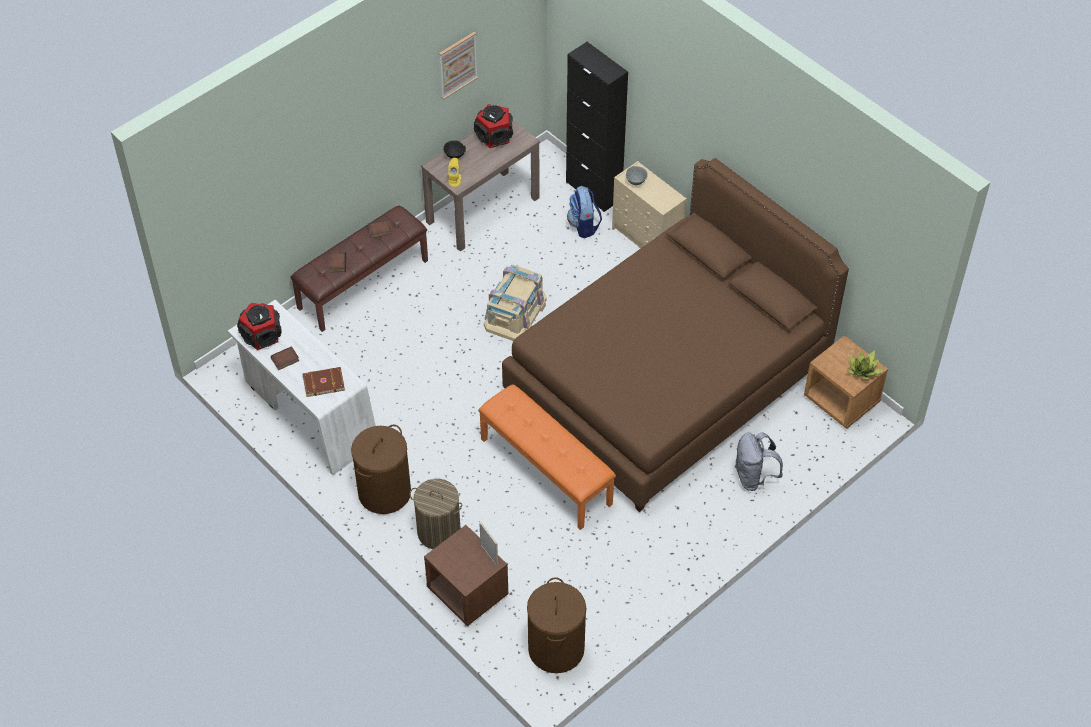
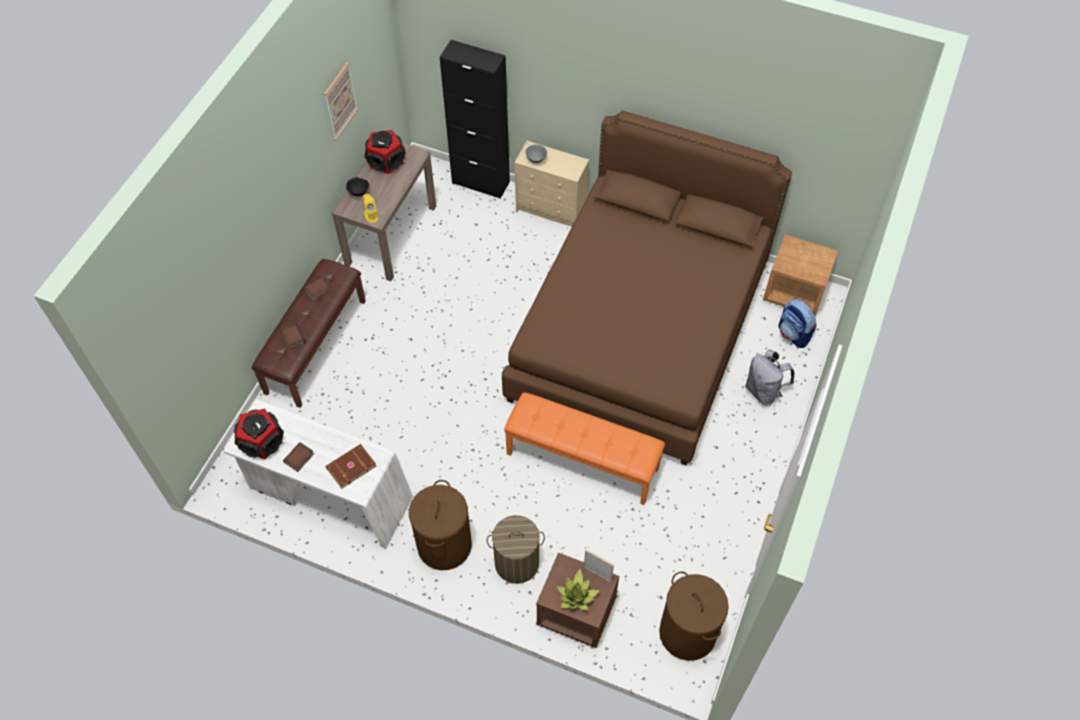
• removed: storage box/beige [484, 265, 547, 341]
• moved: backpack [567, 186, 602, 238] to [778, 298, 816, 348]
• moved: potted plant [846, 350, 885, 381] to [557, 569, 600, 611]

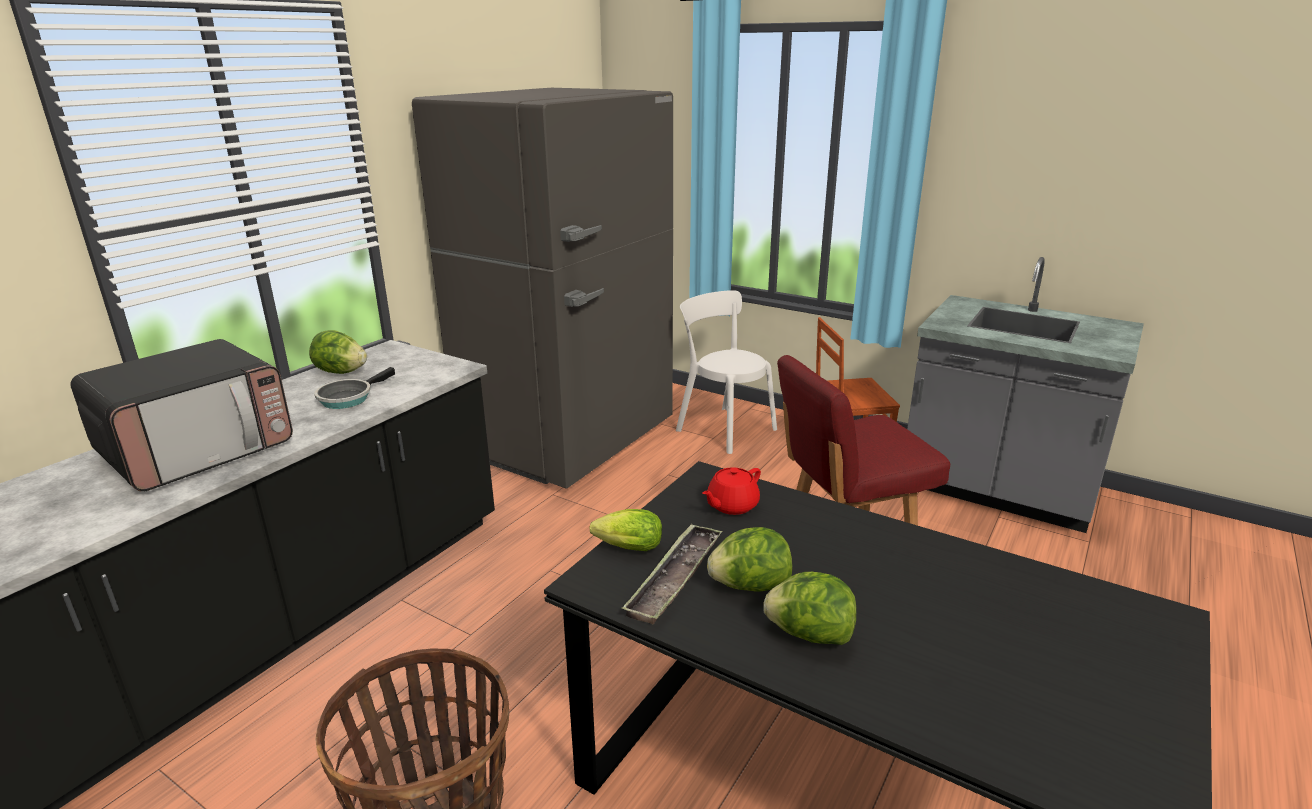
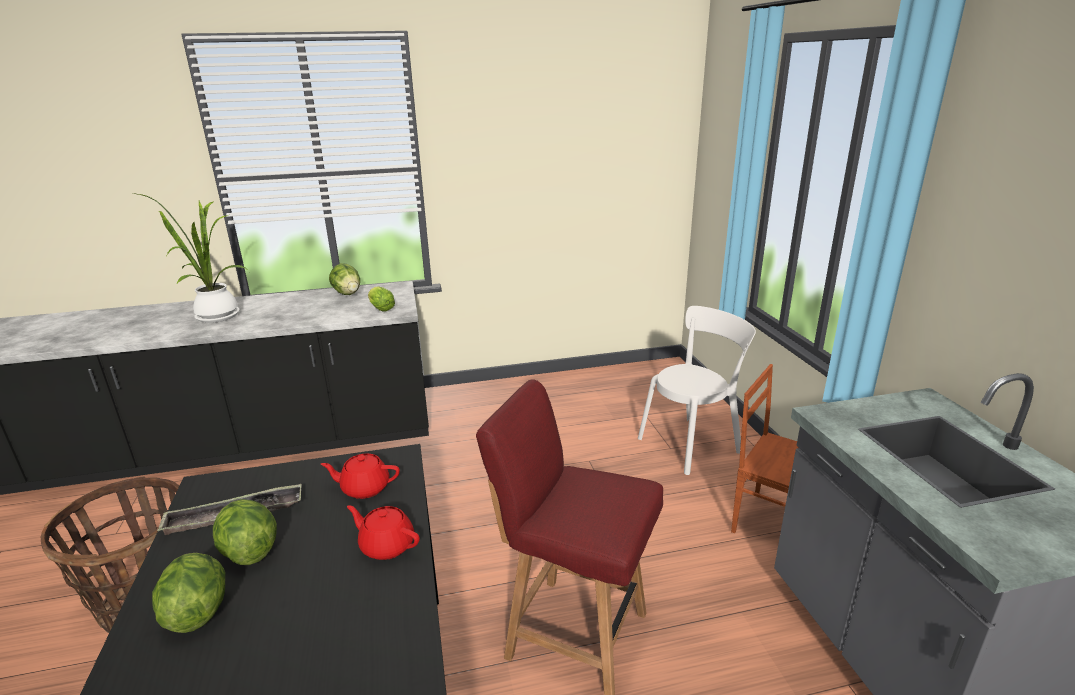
• replaced: microwave [70, 339, 293, 492] to potted plant [133, 193, 249, 323]
• removed: frying pan [314, 367, 395, 409]
• removed: fridge/grey [412, 88, 673, 489]
• moved: lettuce [589, 509, 662, 551] to [368, 286, 395, 312]
• turned: chair/white [676, 290, 777, 454] = [638, 306, 756, 475] 60 degrees clockwise
• added: teapot/red [347, 505, 419, 560]

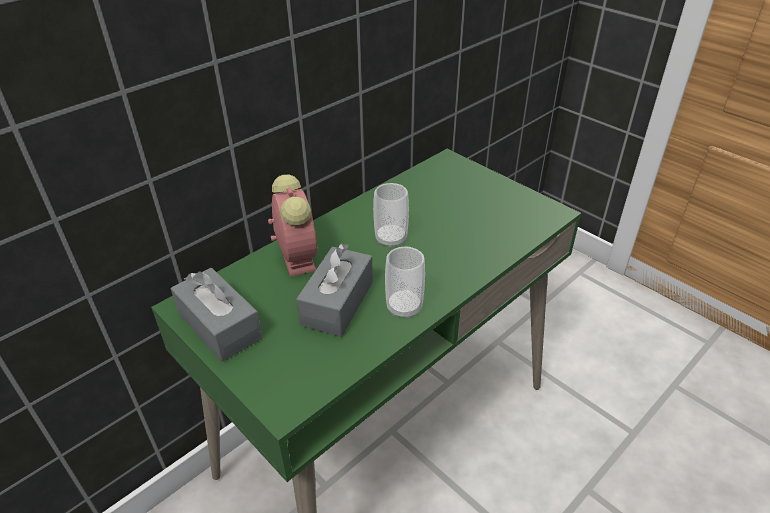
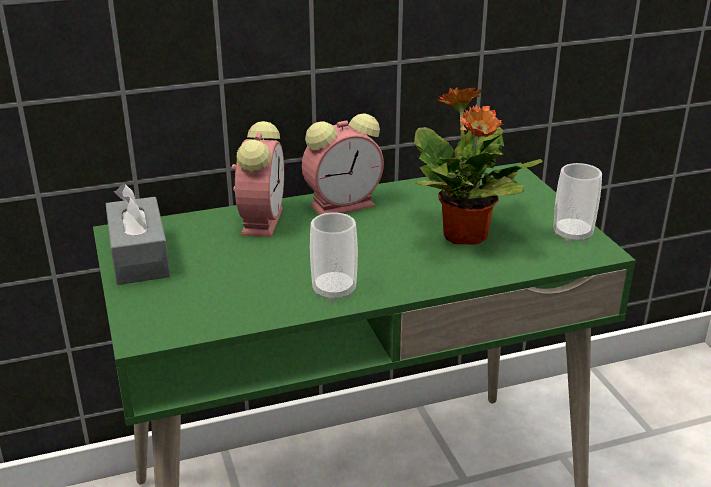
• removed: tissue box/grey [296, 243, 373, 337]
• moved: cup [373, 183, 409, 248] to [554, 163, 602, 243]
• added: alarm clock [302, 113, 384, 215]
• added: potted plant [414, 87, 543, 245]

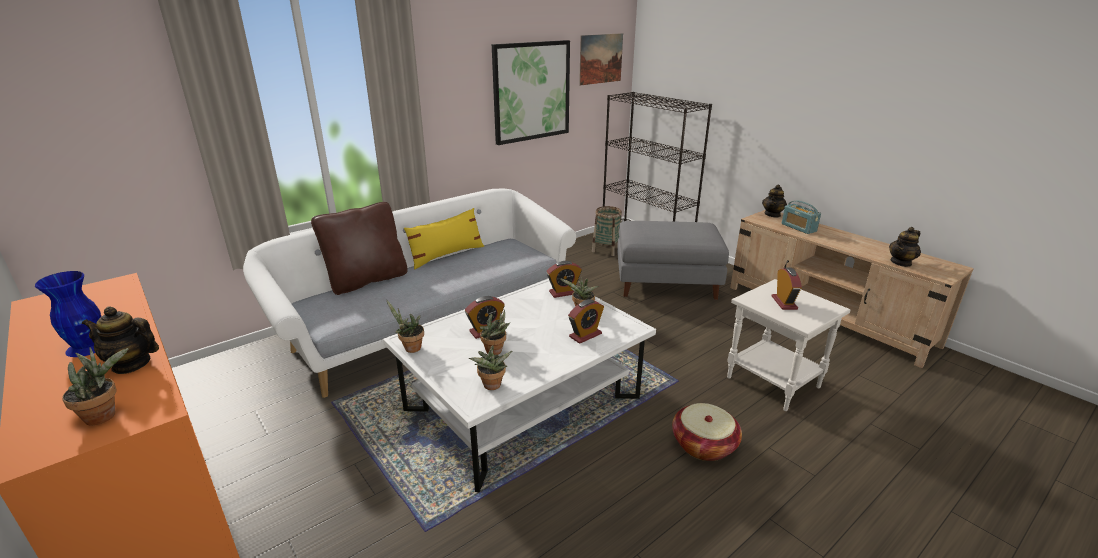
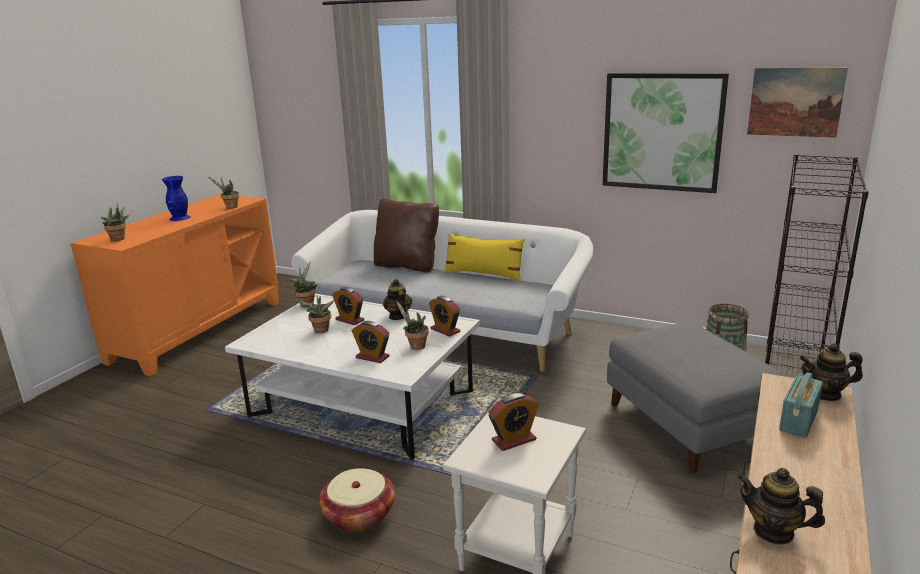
• moved: teapot [82, 306, 159, 374] to [383, 279, 412, 320]
• moved: potted plant [469, 345, 512, 390] to [208, 176, 239, 209]

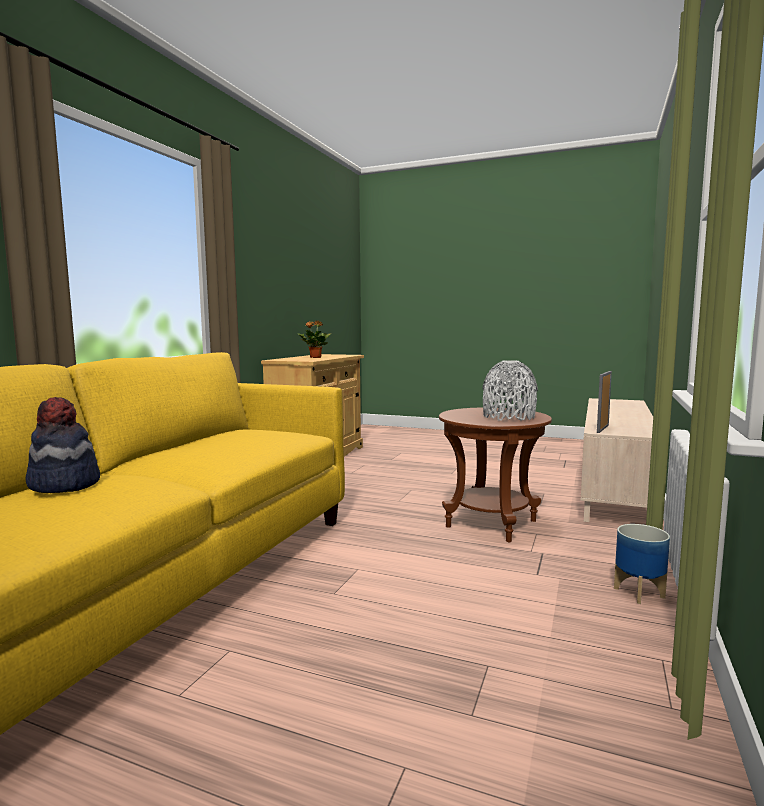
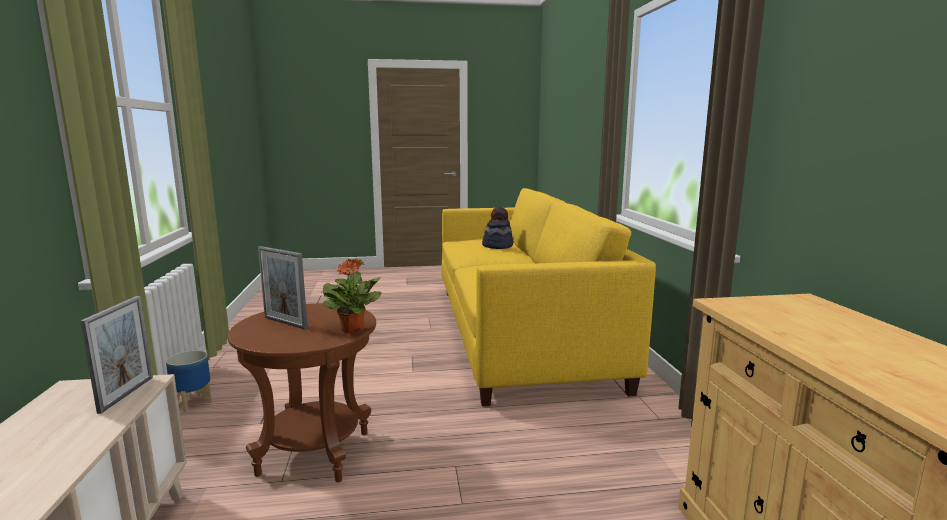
• moved: potted plant [297, 320, 332, 358] to [322, 258, 382, 333]
• replaced: vase/grey [482, 360, 538, 420] to picture frame [258, 246, 308, 330]

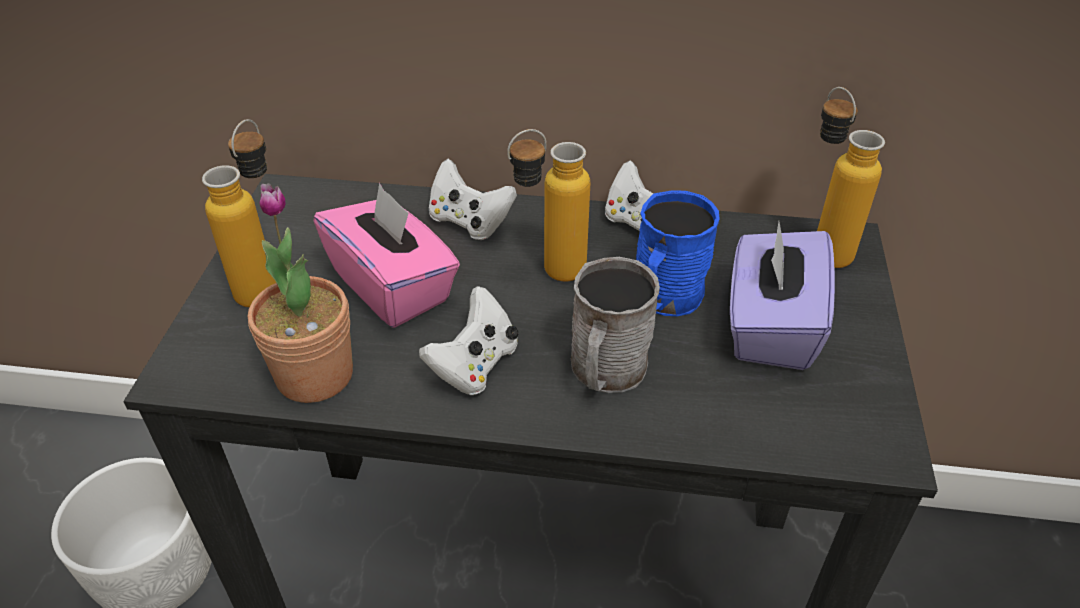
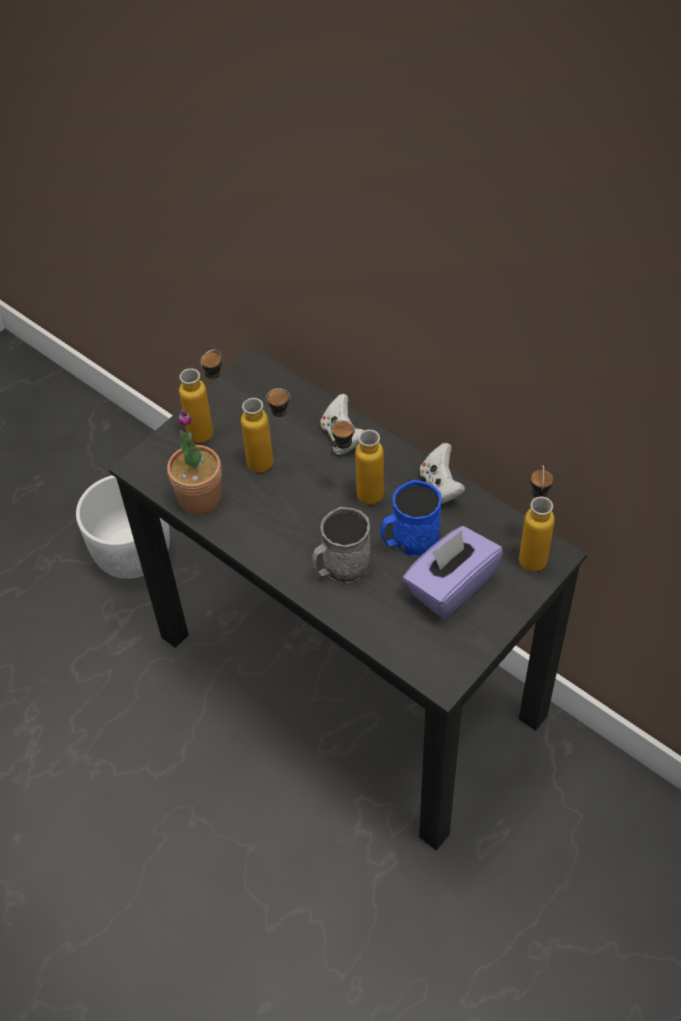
• replaced: tissue box/pink [314, 183, 460, 328] to bottle [241, 388, 290, 473]
• removed: game controller/white [419, 286, 519, 395]

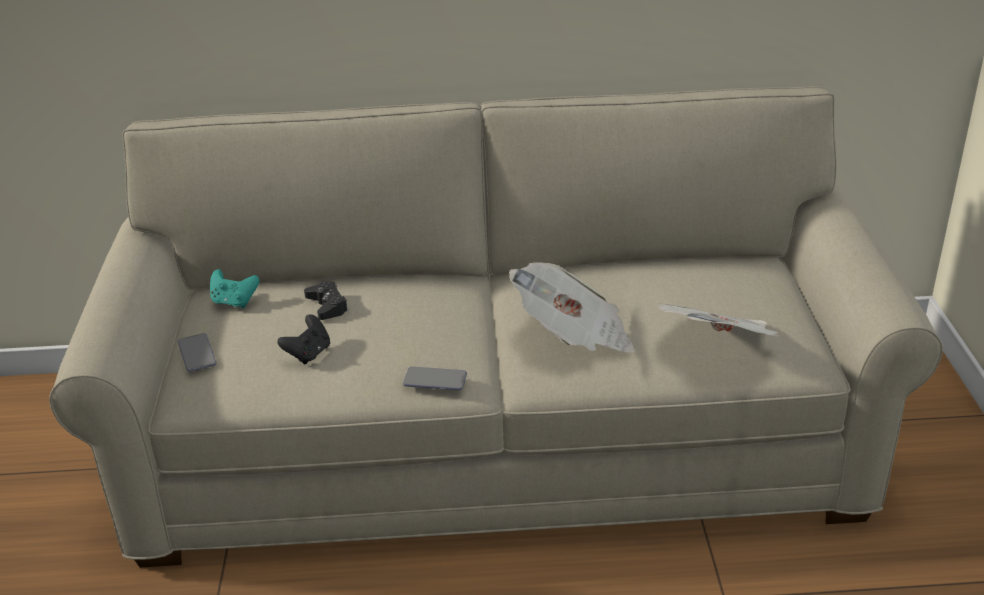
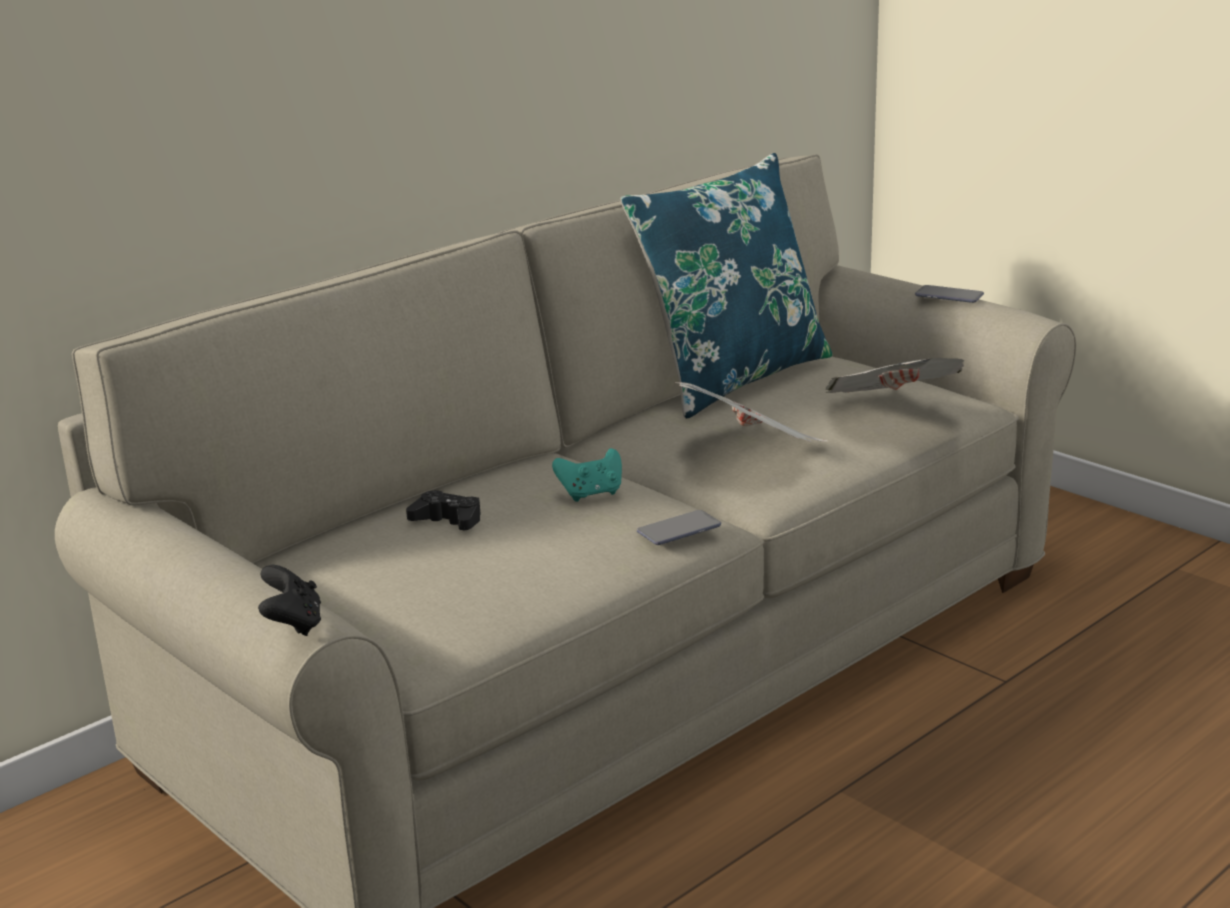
• moved: phone [178, 333, 216, 372] to [915, 285, 984, 303]
• moved: game controller/turquoise [210, 269, 259, 308] to [552, 448, 622, 502]
• moved: game controller/black [277, 314, 330, 364] to [258, 565, 321, 636]
• added: pillow/blue [620, 153, 832, 419]

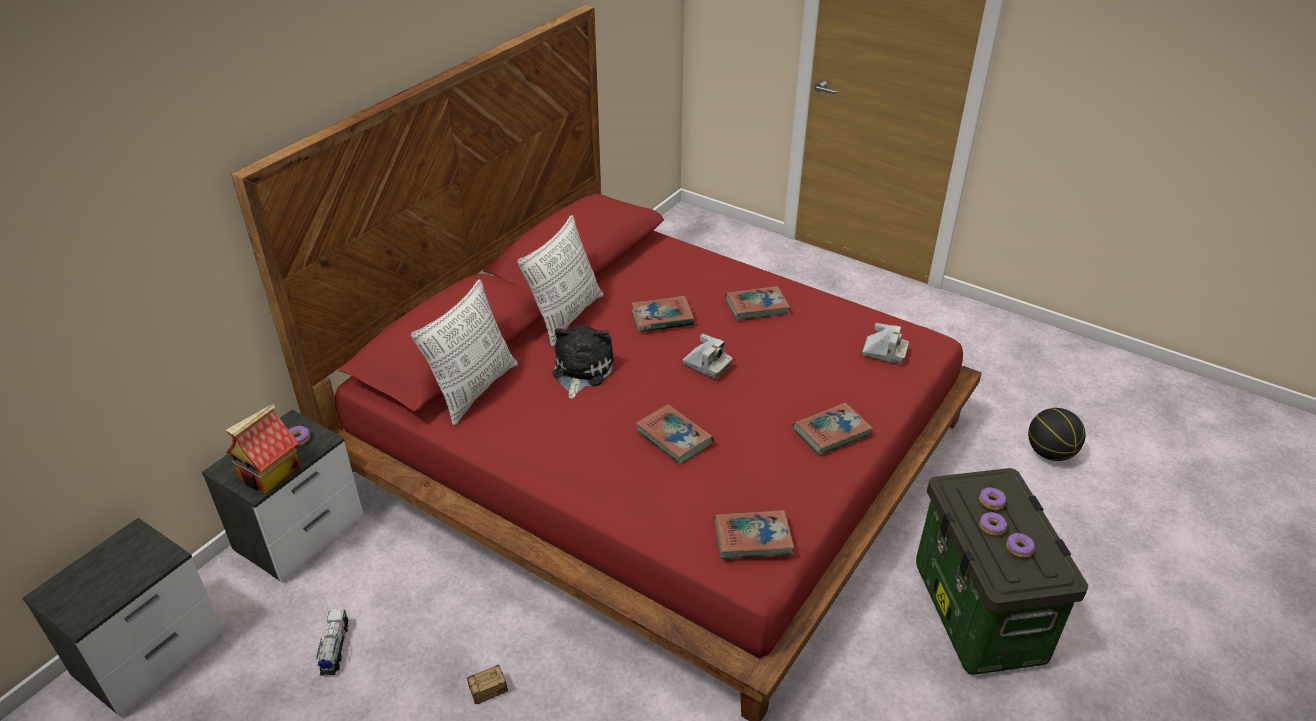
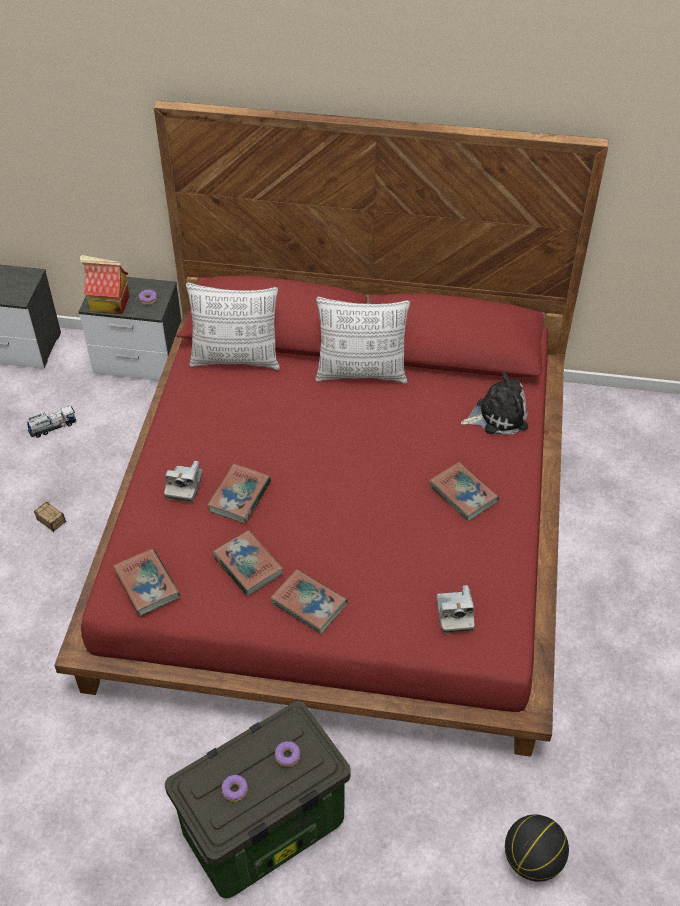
• moved: plush toy [552, 325, 614, 399] to [461, 371, 528, 435]
• moved: book [632, 295, 694, 332] to [213, 530, 283, 596]
• moved: photo camera [683, 334, 733, 379] to [164, 461, 202, 502]
• removed: donut [980, 512, 1007, 536]

